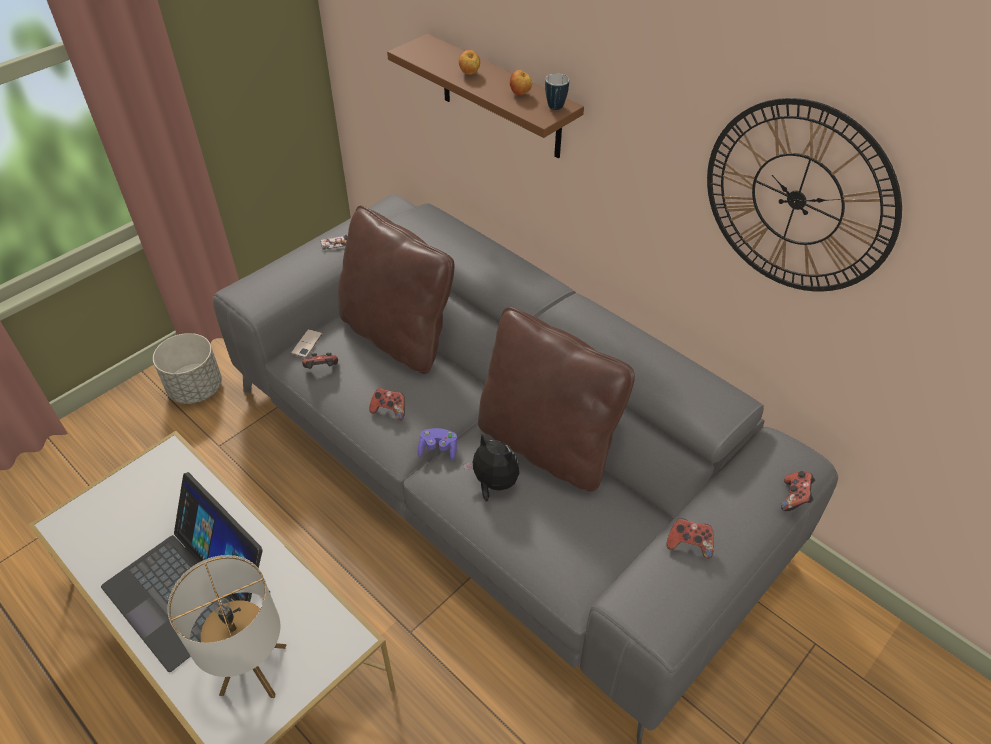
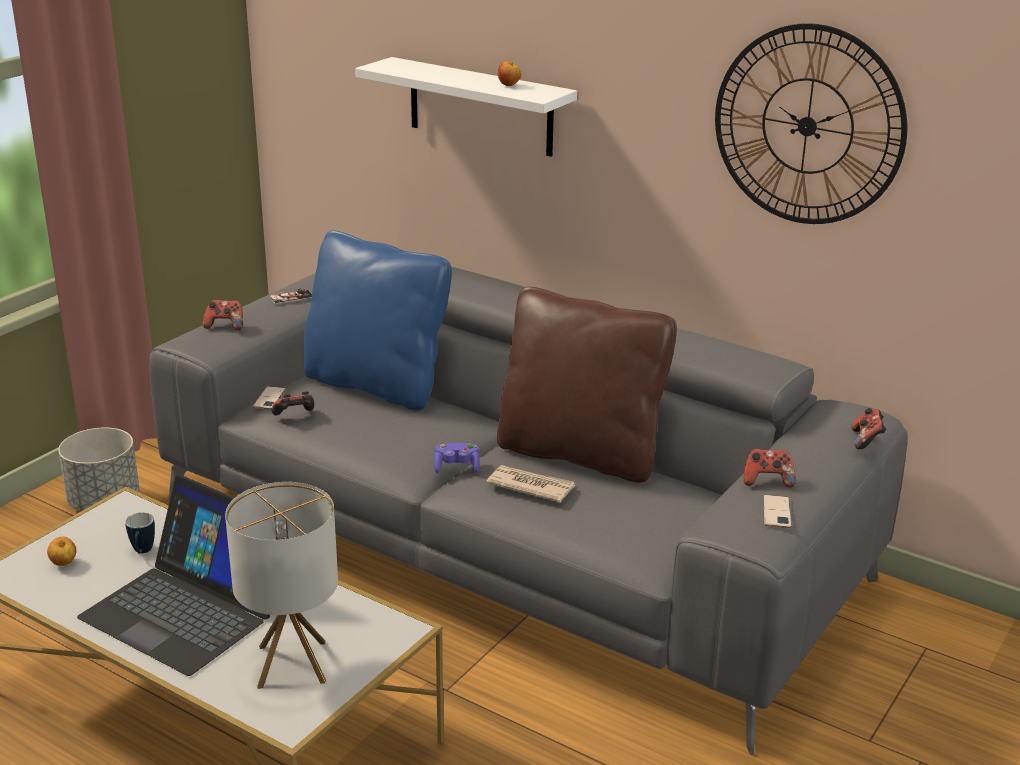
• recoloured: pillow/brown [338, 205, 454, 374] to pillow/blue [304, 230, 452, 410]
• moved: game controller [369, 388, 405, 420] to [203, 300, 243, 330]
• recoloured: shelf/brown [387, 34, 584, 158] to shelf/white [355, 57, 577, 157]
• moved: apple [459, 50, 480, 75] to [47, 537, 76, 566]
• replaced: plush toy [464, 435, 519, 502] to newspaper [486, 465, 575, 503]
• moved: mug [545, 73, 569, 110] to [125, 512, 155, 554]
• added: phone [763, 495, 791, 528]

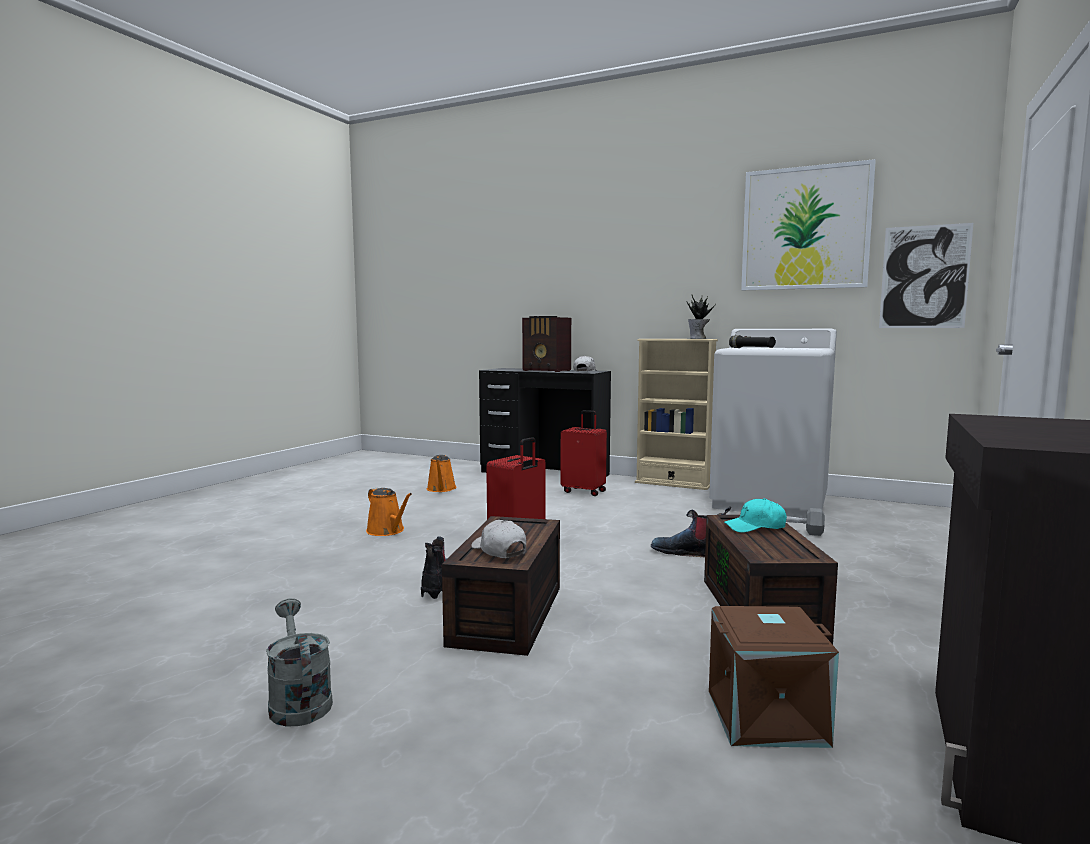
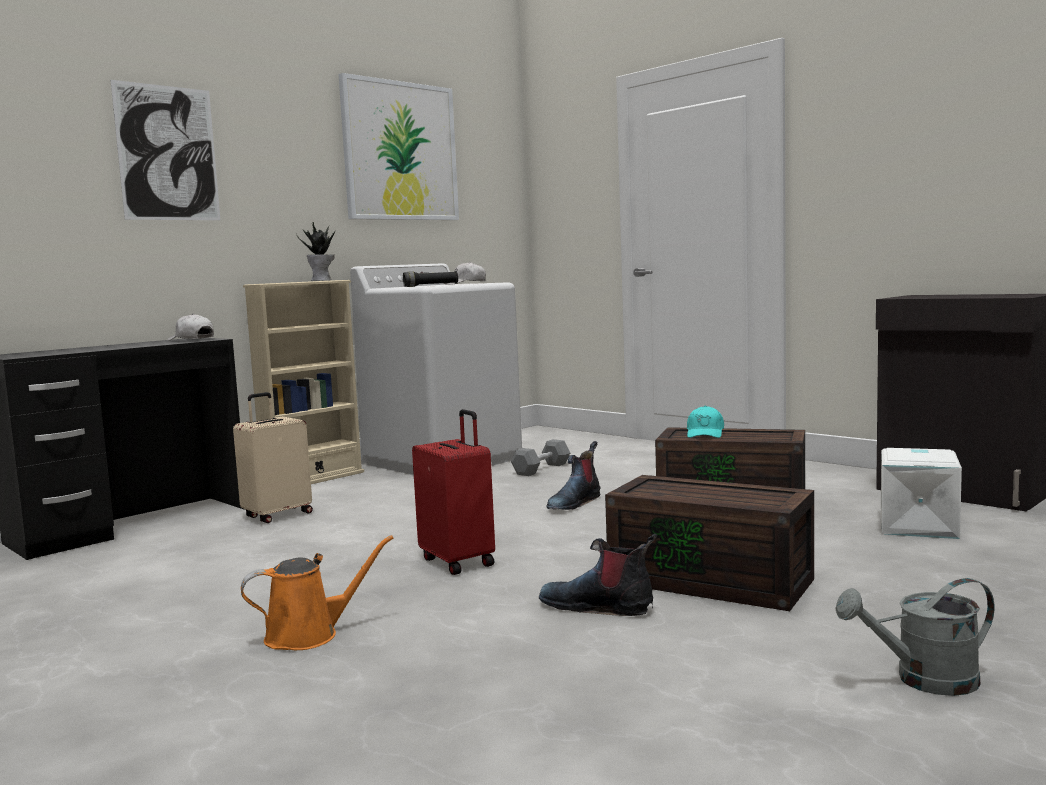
• removed: watering can/orange [427, 455, 457, 492]
• moved: cap/white [471, 520, 526, 558] to [444, 262, 486, 285]
• removed: radio [522, 316, 571, 372]
• recoloured: suitcase/red [560, 410, 607, 496] to suitcase/beige [233, 392, 313, 523]
• recoloured: storage box/brown [709, 606, 839, 748] to storage box/white [881, 448, 962, 539]
• moved: picture [879, 223, 973, 328] to [110, 80, 220, 220]

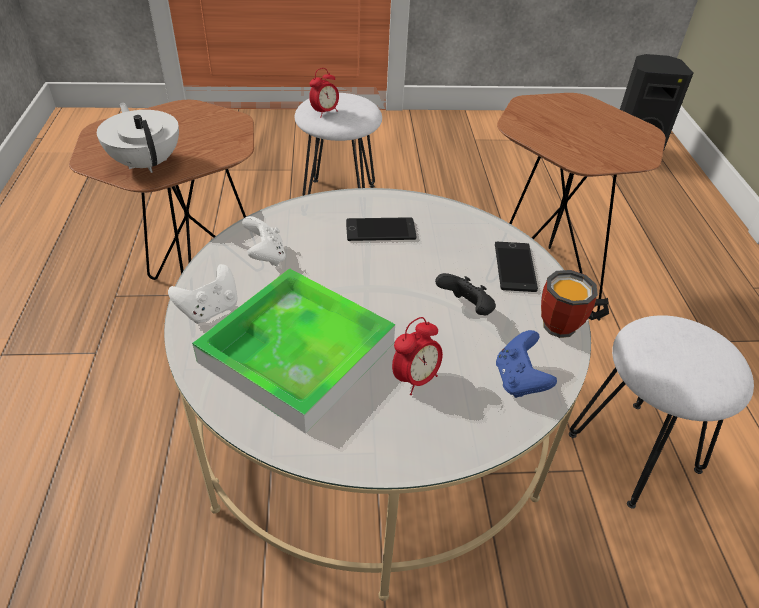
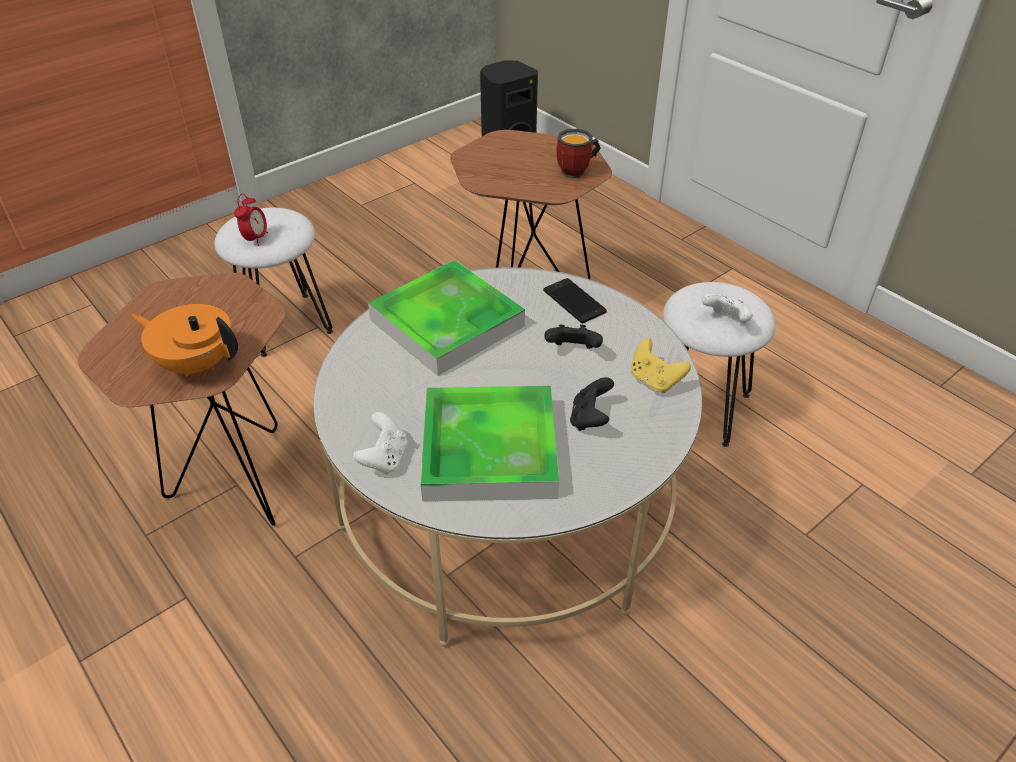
• recoloured: teapot/white [97, 102, 179, 173] to teapot/orange [131, 304, 238, 377]
• moved: game controller/white [242, 216, 286, 266] to [702, 294, 753, 324]
• replaced: phone [346, 217, 416, 241] to tray [368, 260, 525, 376]
• replaced: alarm clock [392, 317, 443, 395] to game controller/black [570, 377, 614, 431]
• recoloured: game controller/blue [496, 330, 557, 398] to game controller/yellow [631, 338, 691, 393]
• moved: mug [541, 270, 609, 338] to [557, 129, 601, 179]

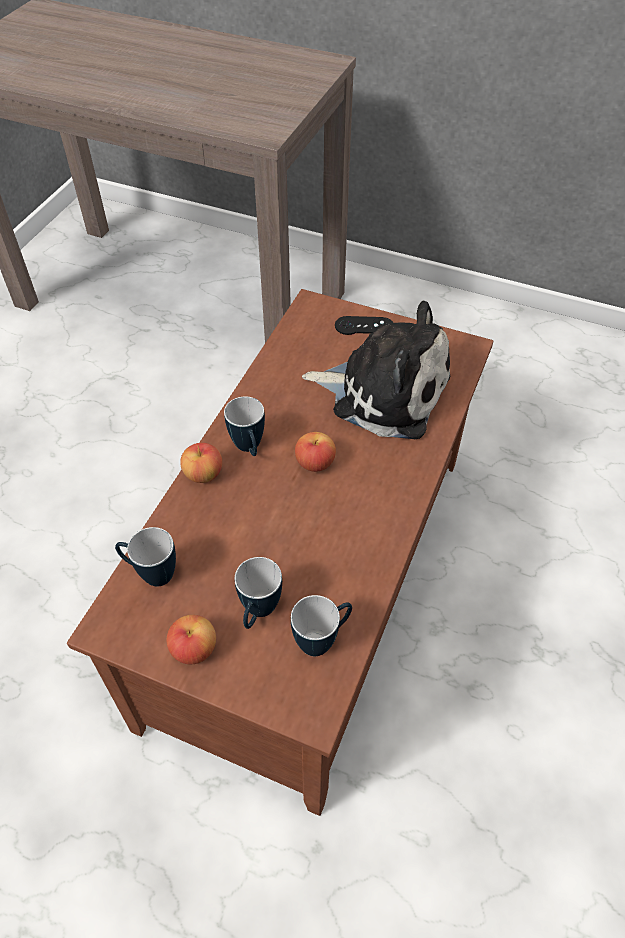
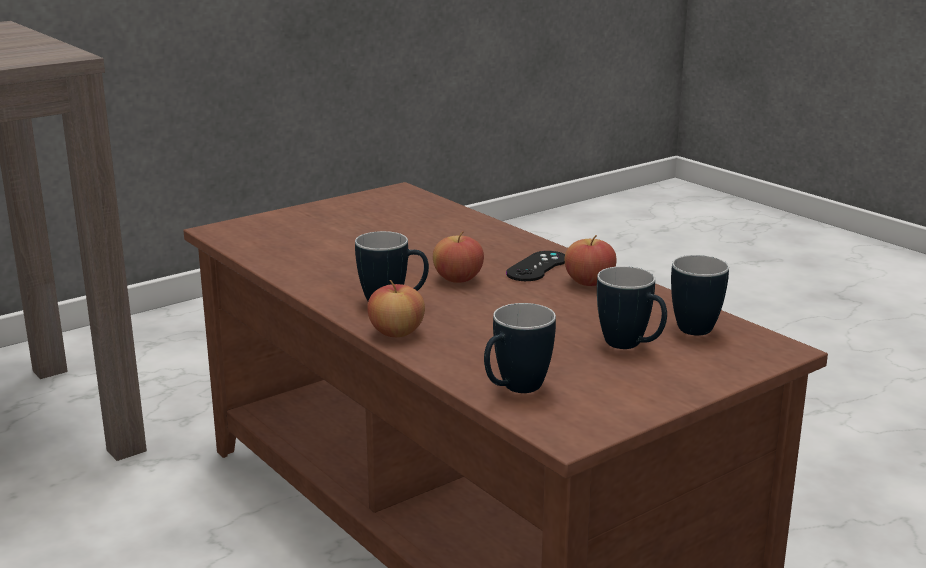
• moved: apple [166, 615, 216, 664] to [565, 235, 617, 286]
• removed: plush toy [302, 300, 450, 439]
• moved: game controller/black [335, 316, 394, 335] to [506, 251, 565, 281]

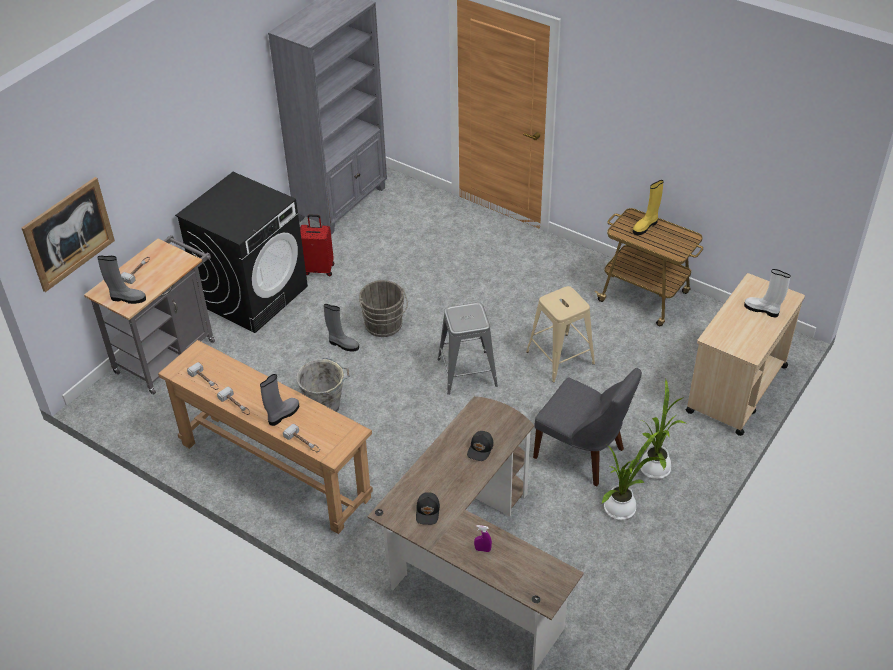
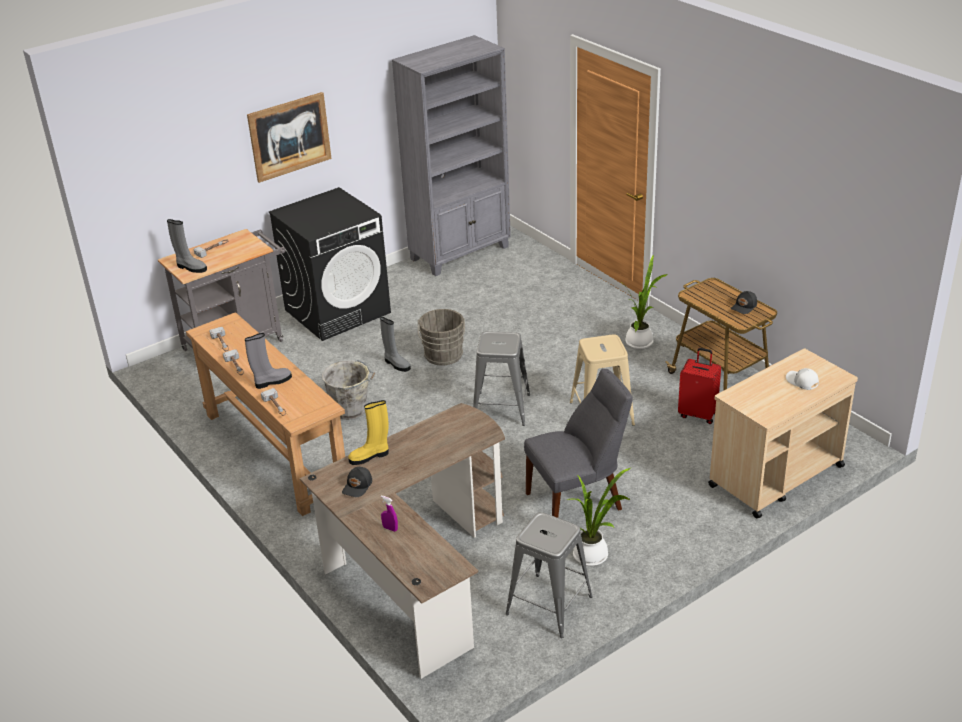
• moved: picture [22, 177, 115, 292] to [247, 92, 332, 183]
• moved: suitcase/red [300, 214, 334, 276] to [678, 348, 721, 424]
• moved: cap/black [467, 431, 494, 461] to [731, 291, 757, 314]
• turned: chair/grey [533, 367, 642, 486] = [524, 369, 632, 518] 75 degrees counterclockwise
• moved: boot/yellow [633, 180, 664, 235] to [348, 400, 389, 465]
• moved: potted plant [640, 379, 686, 479] to [620, 255, 668, 349]
• replaced: boot/white [744, 269, 791, 317] to cap/white [786, 368, 819, 390]
• added: stool/grey [505, 512, 593, 638]

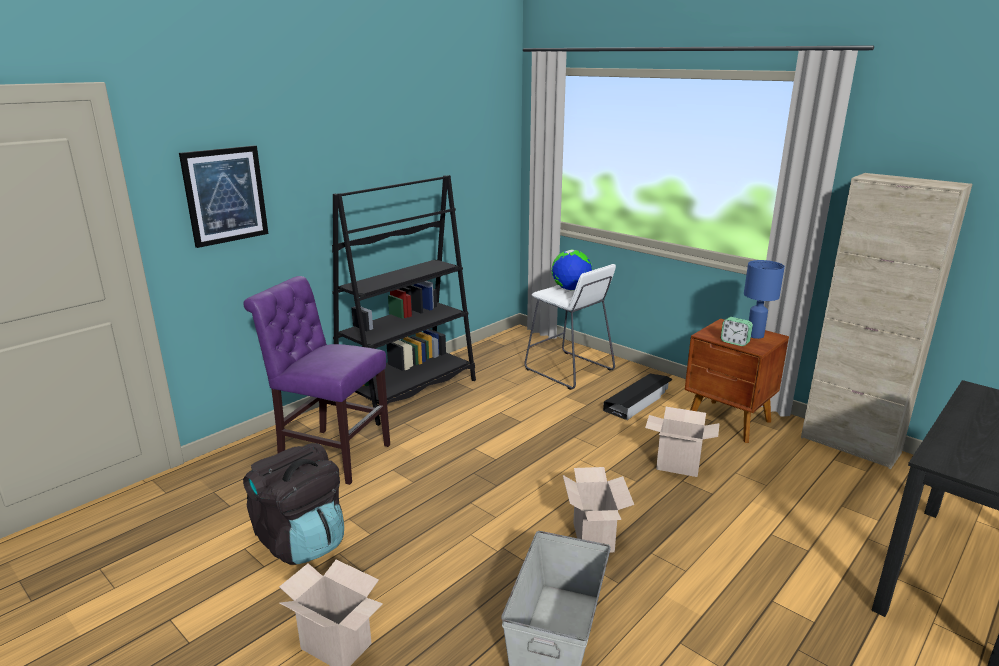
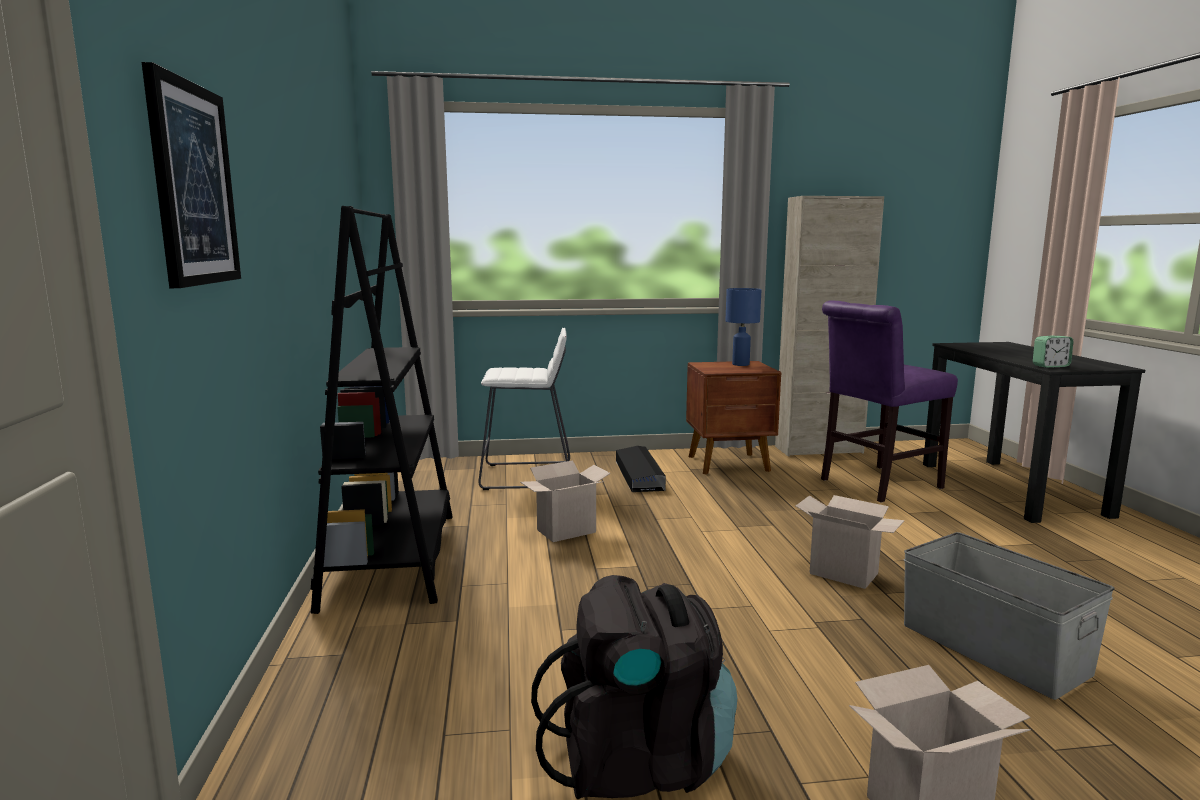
• moved: chair/purple [243, 276, 390, 485] to [821, 300, 958, 503]
• removed: globe [552, 250, 592, 290]
• moved: cardboard box [645, 407, 720, 477] to [520, 461, 610, 542]
• moved: alarm clock [721, 317, 753, 346] to [1033, 336, 1074, 368]

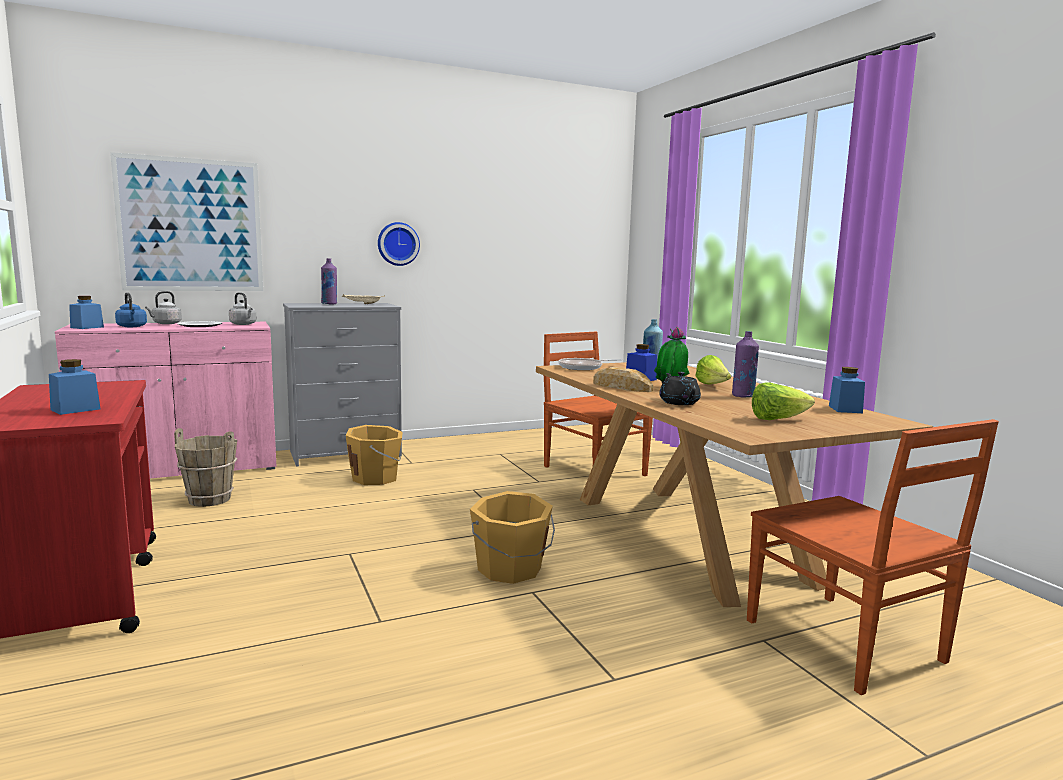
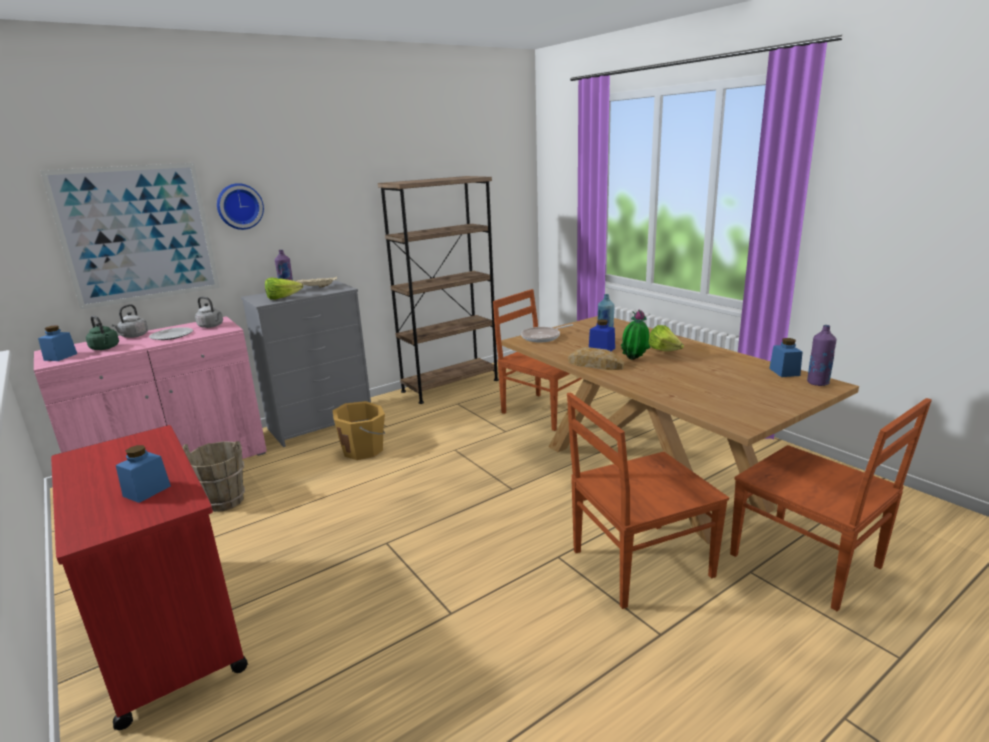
• recoloured: kettle/blue [115, 292, 147, 327] to kettle/green [86, 316, 119, 350]
• moved: wall clock [378, 222, 420, 266] to [217, 183, 264, 230]
• removed: bucket/orange [470, 491, 555, 584]
• removed: teapot/black [659, 372, 701, 405]
• moved: bottle/purple [732, 331, 759, 397] to [807, 325, 837, 386]
• moved: lettuce [752, 382, 815, 420] to [265, 278, 303, 300]
• added: bookcase/brown [378, 176, 499, 404]
• added: chair/brown [567, 392, 729, 609]

